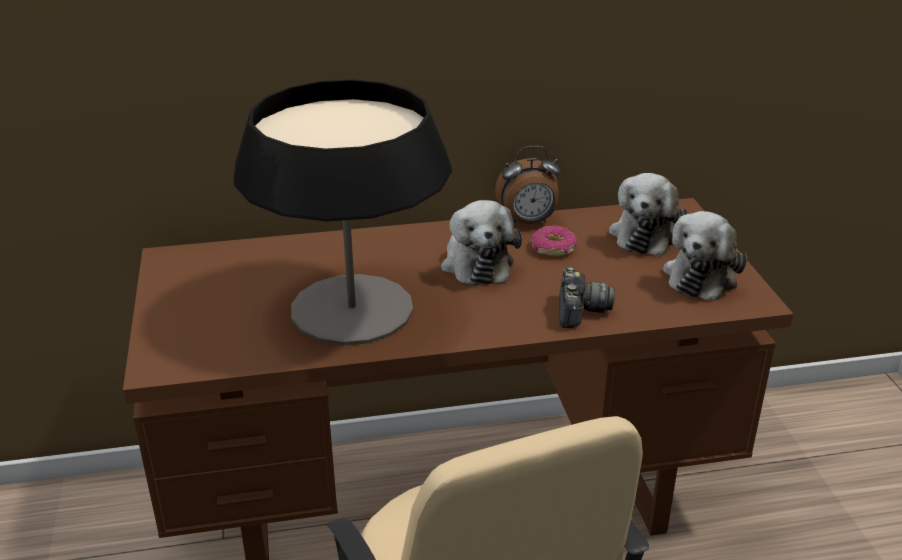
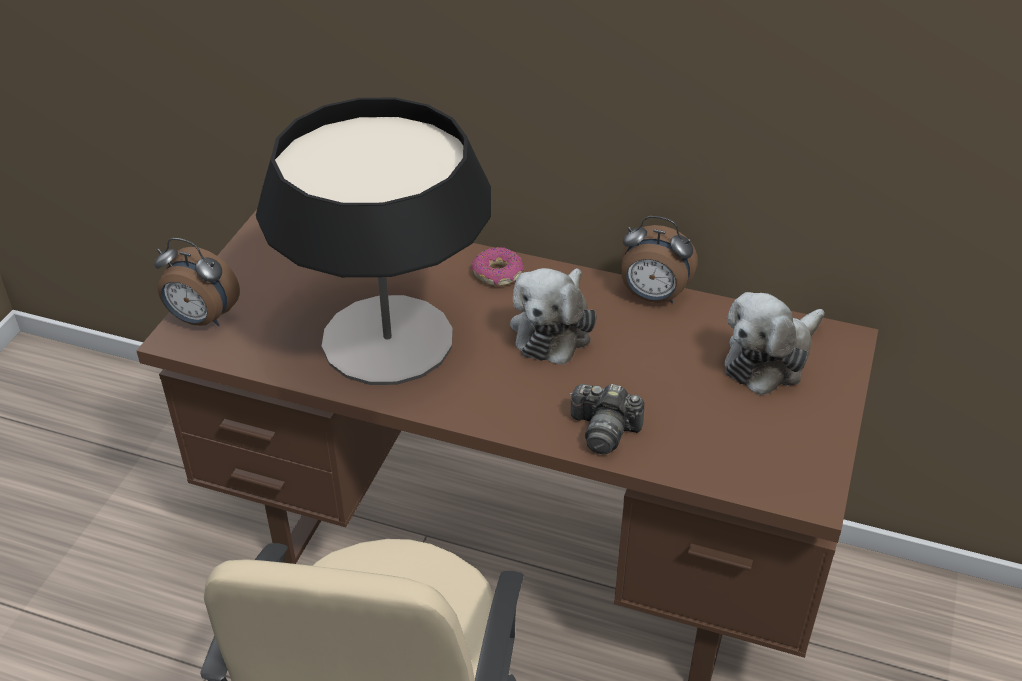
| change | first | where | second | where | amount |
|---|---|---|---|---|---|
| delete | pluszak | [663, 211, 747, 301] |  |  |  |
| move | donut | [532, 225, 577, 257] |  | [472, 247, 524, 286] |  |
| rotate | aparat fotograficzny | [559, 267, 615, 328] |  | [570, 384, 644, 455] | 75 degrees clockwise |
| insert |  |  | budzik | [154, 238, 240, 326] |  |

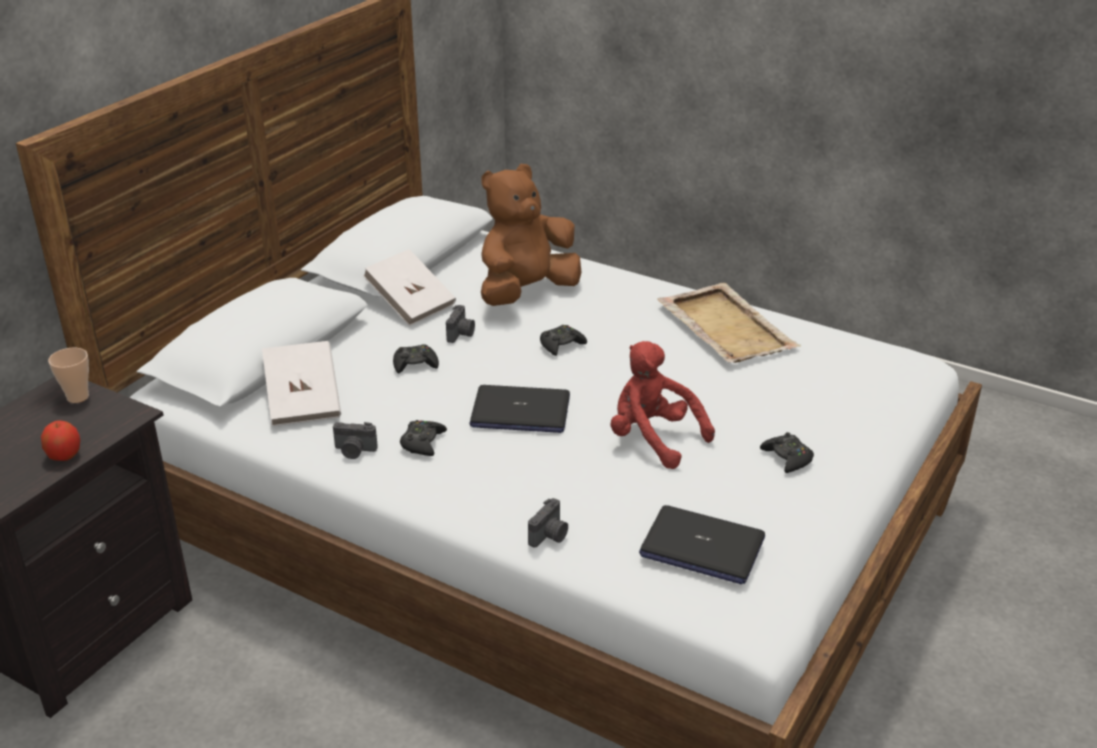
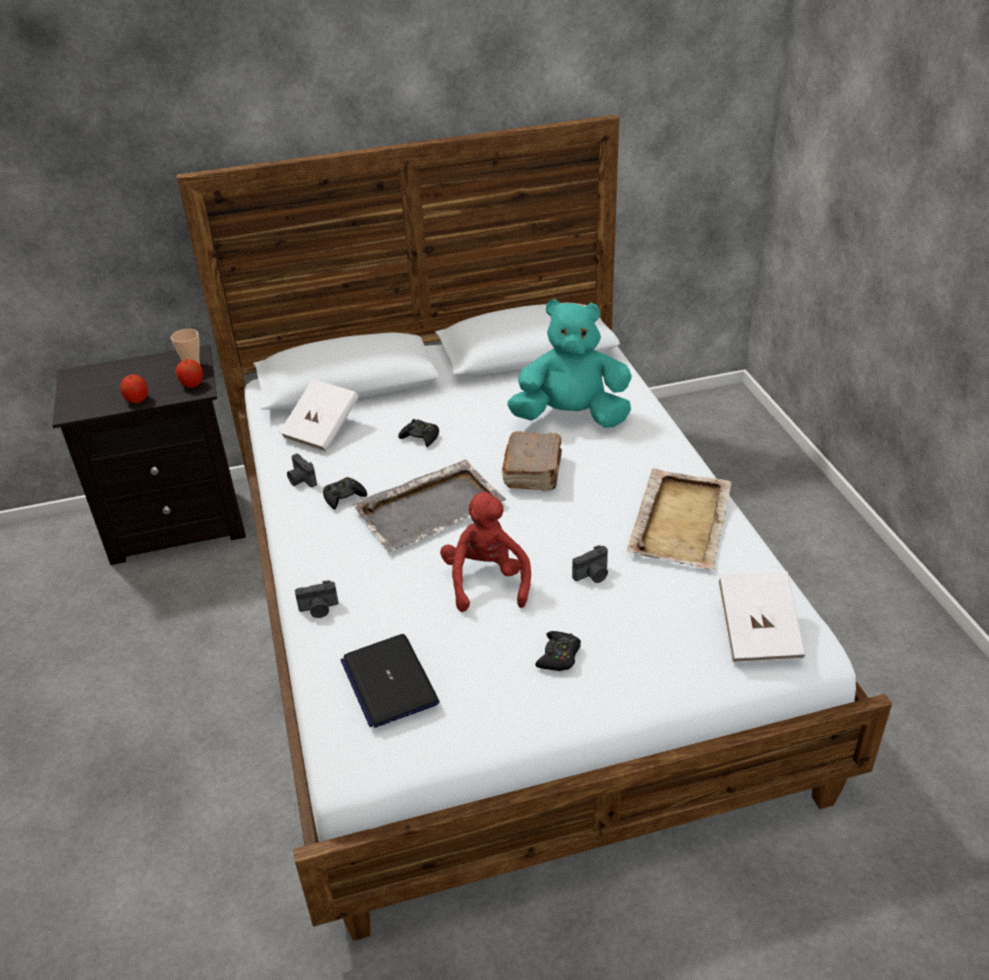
| change | first | where | second | where | amount |
|---|---|---|---|---|---|
| recolor | pluszak/brązowy | [481, 164, 582, 306] | pluszak/turkusowy | [507, 299, 631, 428] |  |
| move | książka/biały | [363, 249, 456, 326] |  | [717, 571, 805, 663] |  |
| move | aparat fotograficzny | [446, 305, 475, 343] |  | [572, 545, 608, 583] |  |
| replace | pad do gier/czarny | [540, 325, 587, 356] | książka/brązowy | [502, 431, 562, 491] |  |
| replace | laptop | [470, 385, 570, 433] | taca/szary | [352, 460, 506, 552] |  |
| insert |  |  | jabłko | [176, 359, 203, 388] |  |

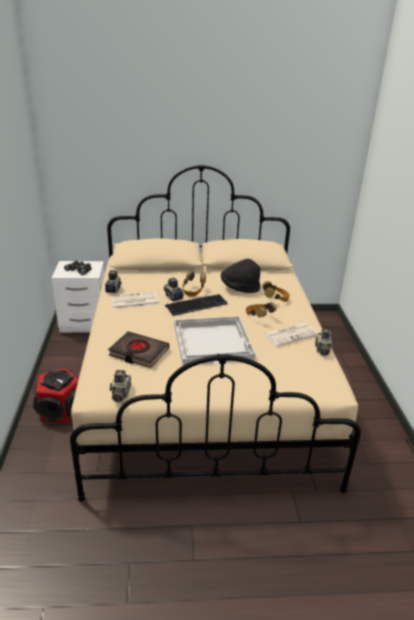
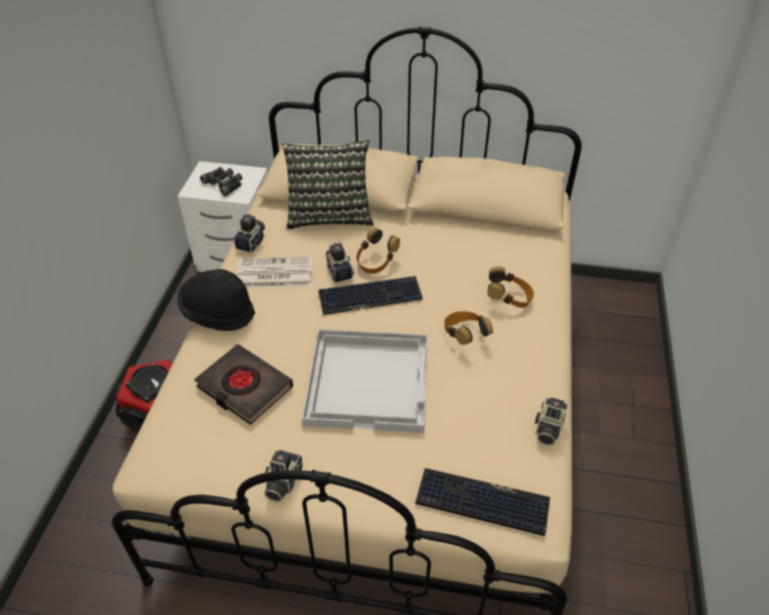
| change | first | where | second | where | amount |
|---|---|---|---|---|---|
| move | kapelusz/czarny | [221, 259, 261, 293] |  | [178, 269, 255, 331] |  |
| delete | gazeta | [264, 323, 318, 346] |  |  |  |
| move | aparat fotograficzny | [110, 370, 131, 403] |  | [264, 450, 303, 502] |  |
| insert |  |  | poduszka | [282, 140, 374, 229] |  |
| insert |  |  | klawiatura | [415, 468, 550, 536] |  |

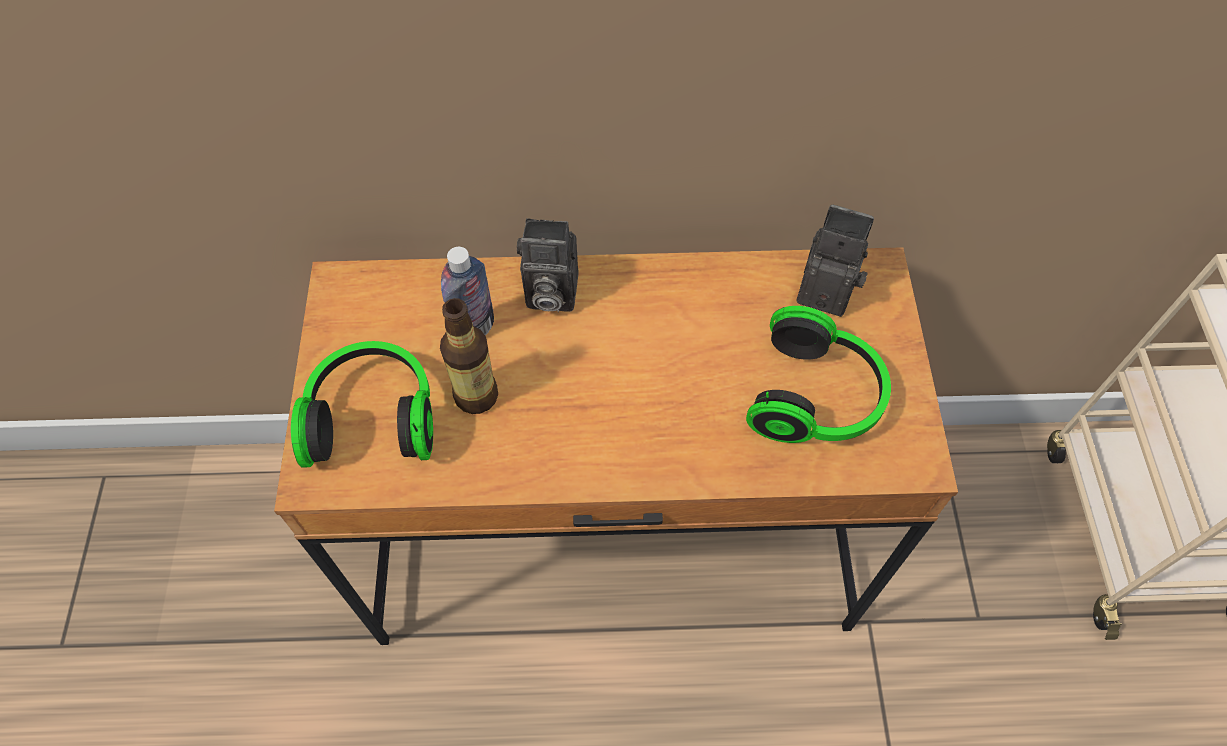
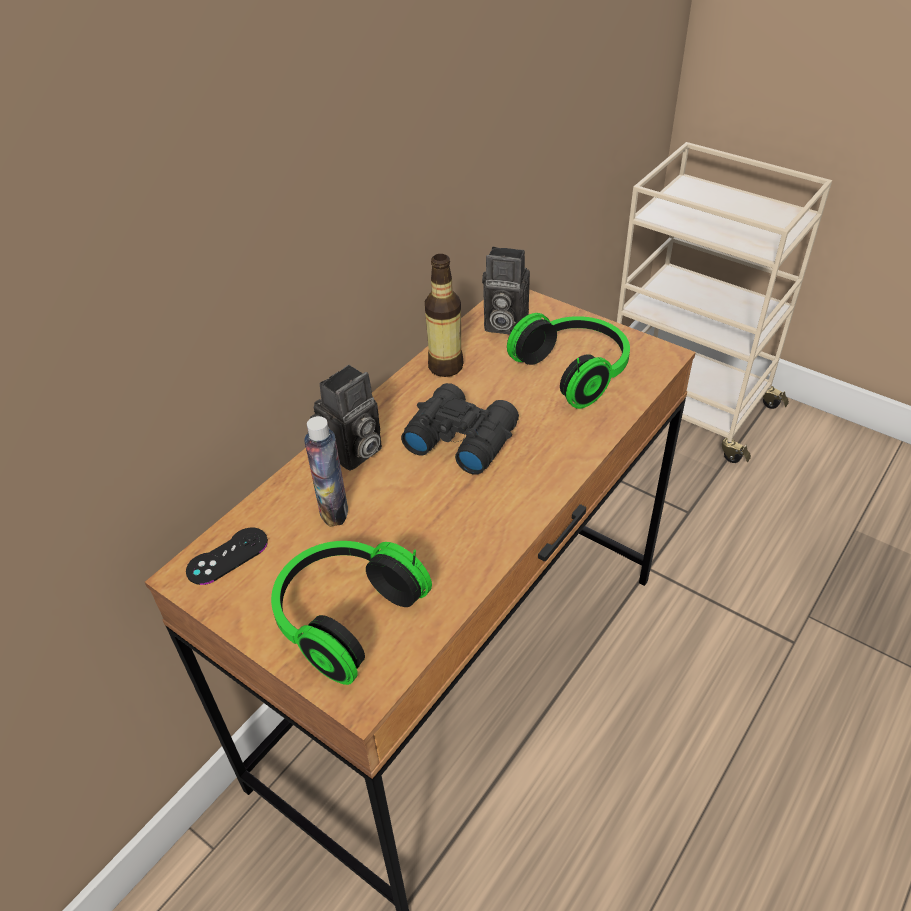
| change | first | where | second | where | amount |
|---|---|---|---|---|---|
| rotate | aparat fotograficzny | [796, 205, 874, 317] |  | [482, 247, 530, 334] | 135 degrees counterclockwise |
| move | butelka | [440, 298, 498, 414] |  | [425, 254, 463, 377] |  |
| insert |  |  | lornetka/czarny | [401, 383, 519, 475] |  |
| insert |  |  | pad do gier/czarny | [186, 527, 268, 585] |  |

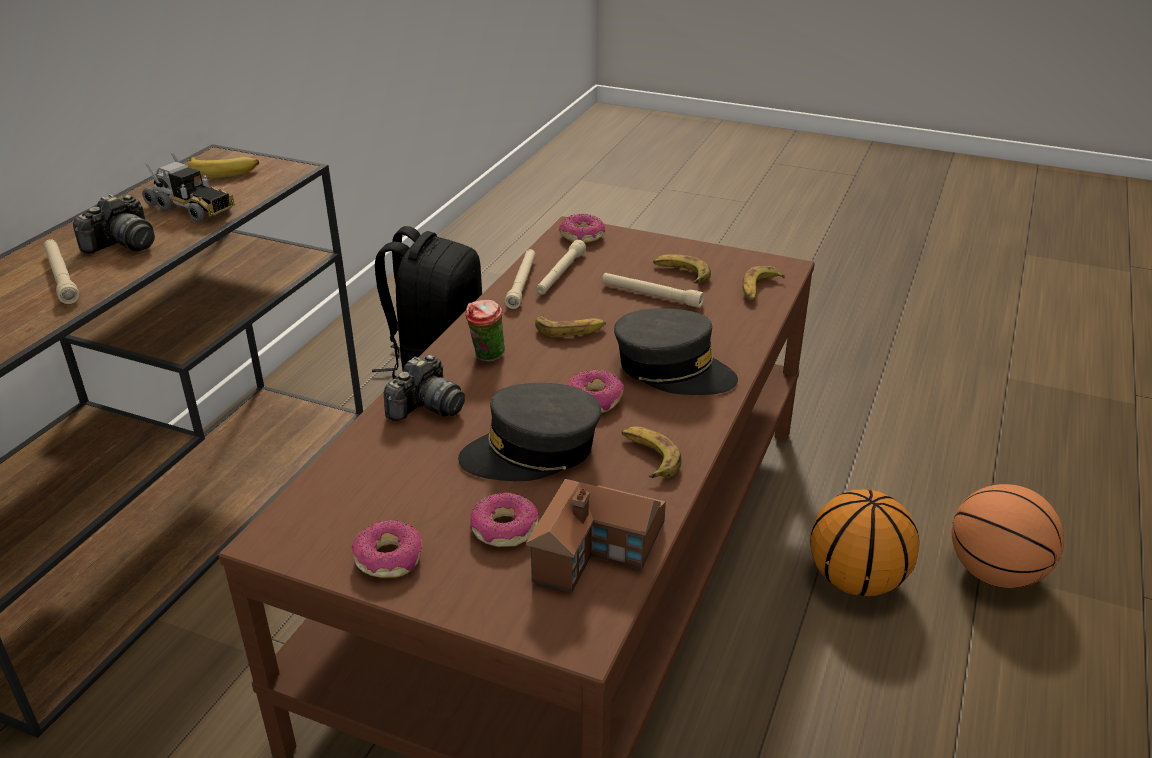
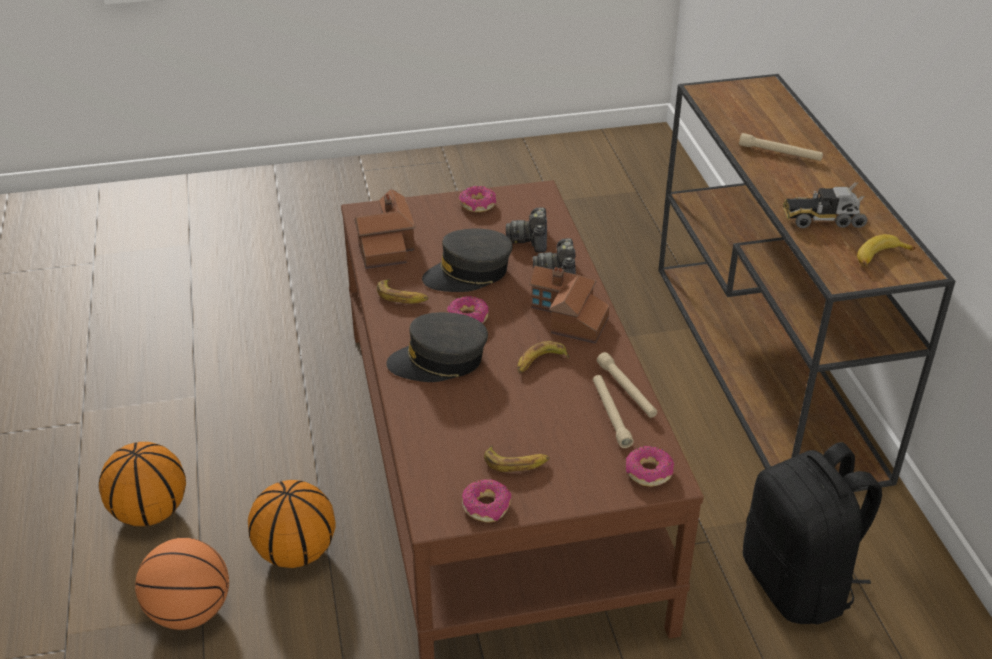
| change | first | where | second | where | amount |
|---|---|---|---|---|---|
| move | aparat fotograficzny | [73, 194, 155, 254] |  | [506, 207, 547, 253] |  |
| delete | banan | [742, 266, 785, 302] |  |  |  |
| delete | latarka/beżowy | [602, 273, 704, 308] |  |  |  |
| replace | filiżanka | [465, 300, 505, 362] | domek | [529, 265, 610, 344] |  |
| rotate | czapka z daszkiem/szary | [458, 383, 601, 481] |  | [422, 229, 513, 292] | 150 degrees counterclockwise |
| move | donut | [470, 492, 538, 547] |  | [462, 479, 512, 522] |  |
| insert |  |  | piłka do koszykówki | [99, 442, 186, 526] |  |

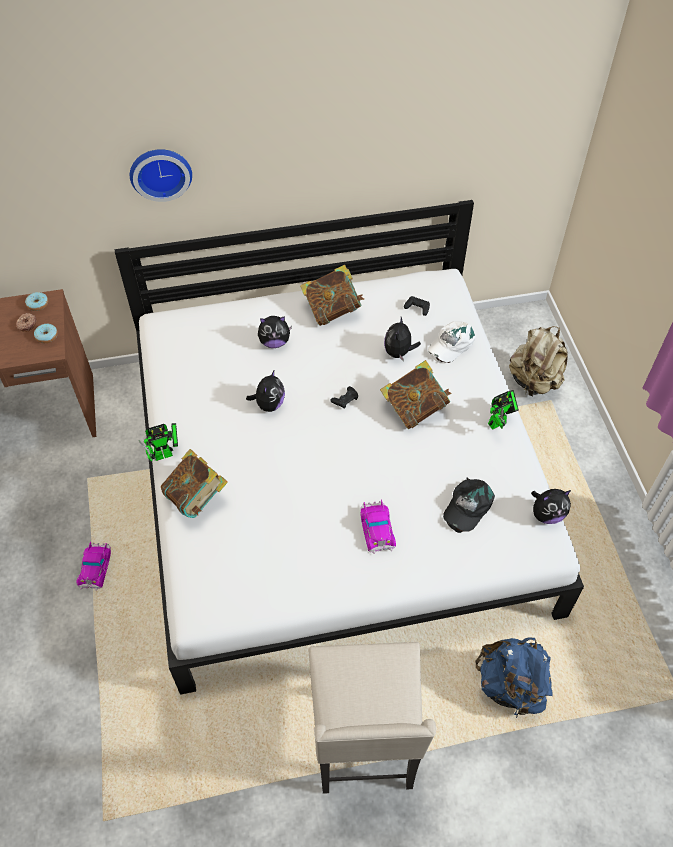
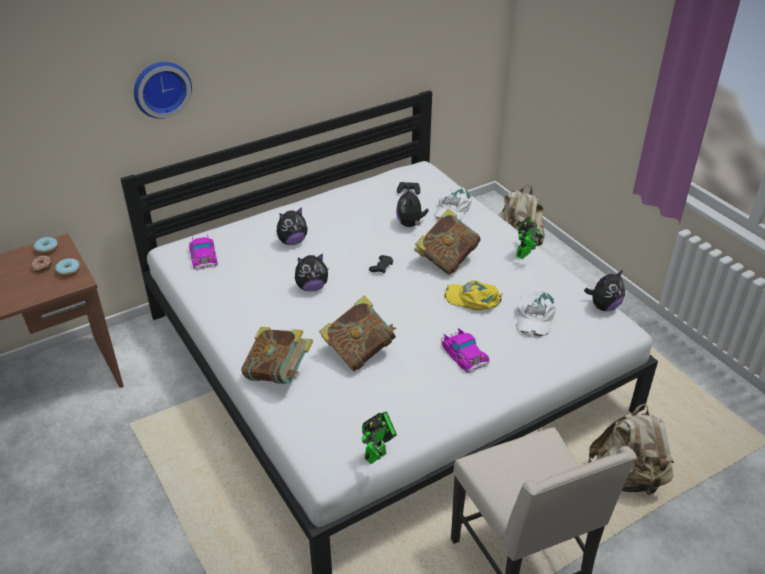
| change | first | where | second | where | amount |
|---|---|---|---|---|---|
| move | książka | [300, 265, 364, 326] |  | [319, 295, 397, 371] |  |
| rotate | pluszak | [246, 369, 285, 412] |  | [295, 253, 329, 292] | 75 degrees clockwise |
| move | robot zabawkowy | [139, 423, 178, 462] |  | [362, 411, 397, 464] |  |
| recolor | czapka z daszkiem/czarny | [443, 478, 495, 533] | czapka z daszkiem/biały | [516, 290, 556, 338] |  |
| move | samochodzik | [77, 542, 111, 591] |  | [189, 234, 218, 270] |  |
| recolor | plecak/niebieski | [475, 638, 553, 718] | plecak/beżowy | [588, 404, 674, 497] |  |
| insert |  |  | czapka z daszkiem/żółty | [444, 280, 503, 310] |  |

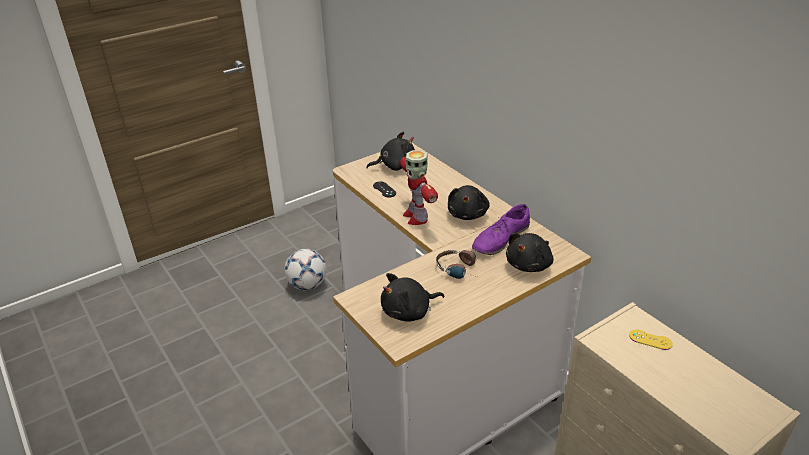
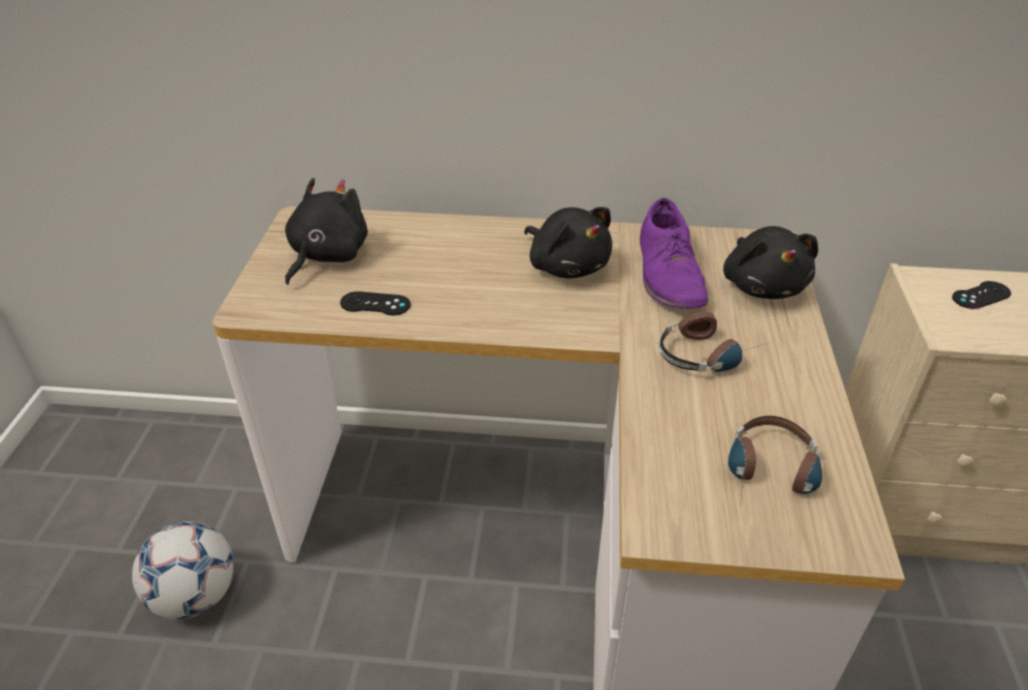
| change | first | where | second | where | amount |
|---|---|---|---|---|---|
| delete | robot zabawkowy | [400, 150, 438, 225] |  |  |  |
| replace | pluszak/czarny | [381, 273, 445, 322] | słuchawki | [728, 416, 822, 507] |  |
| recolor | pad do gier/żółty | [629, 329, 673, 350] | pad do gier/czarny | [952, 281, 1011, 309] |  |

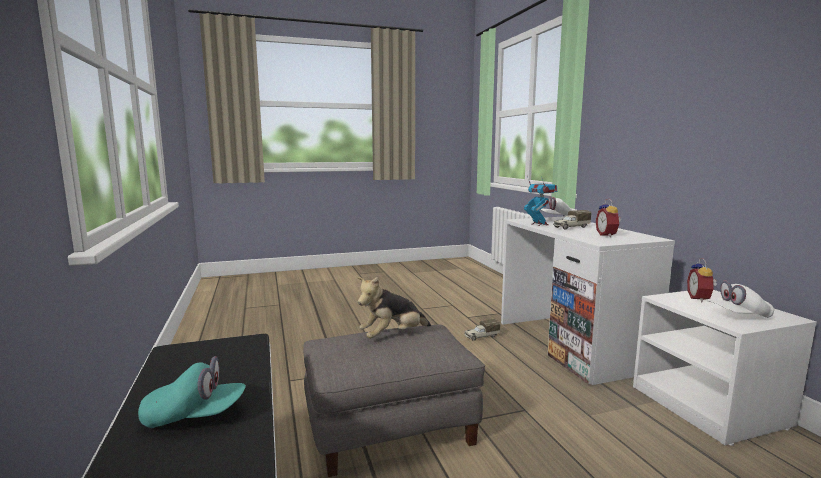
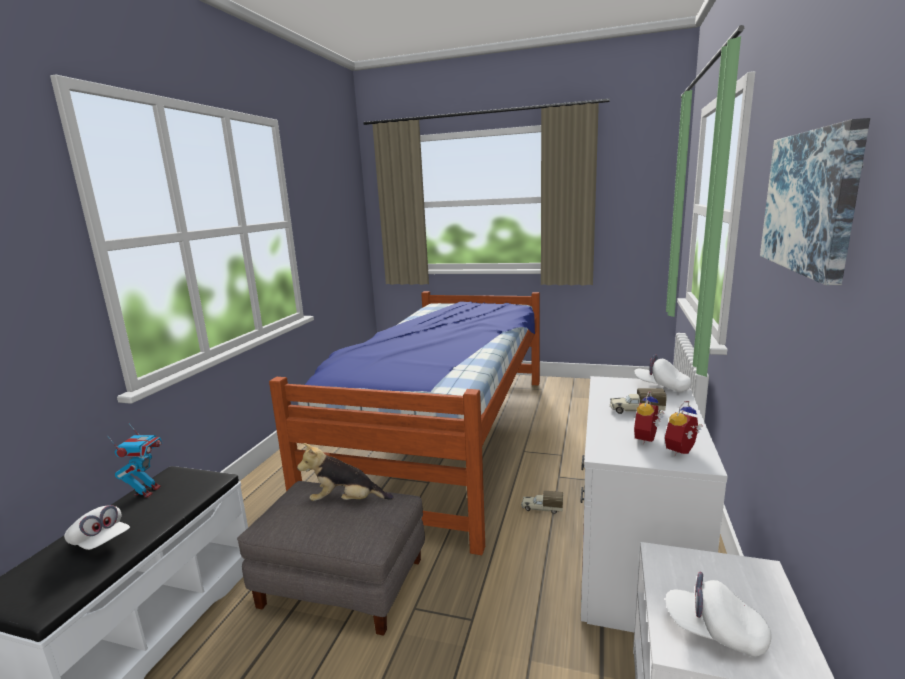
| change | first | where | second | where | amount |
|---|---|---|---|---|---|
| move | robot zabawkowy | [524, 176, 557, 226] |  | [108, 423, 162, 497] |  |
| move | budzik | [687, 258, 717, 303] |  | [665, 401, 703, 456] |  |
| recolor | czapka z daszkiem/turkusowy | [138, 356, 246, 428] | czapka z daszkiem/biały | [64, 505, 130, 550] |  |
| insert |  |  | obraz | [760, 118, 870, 285] |  |
| insert |  |  | łóżko | [269, 291, 540, 555] |  |

